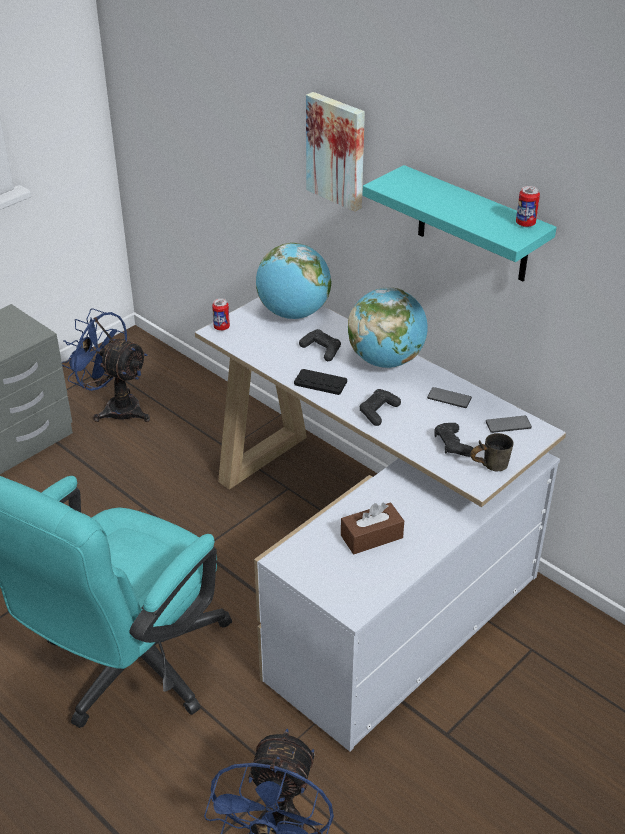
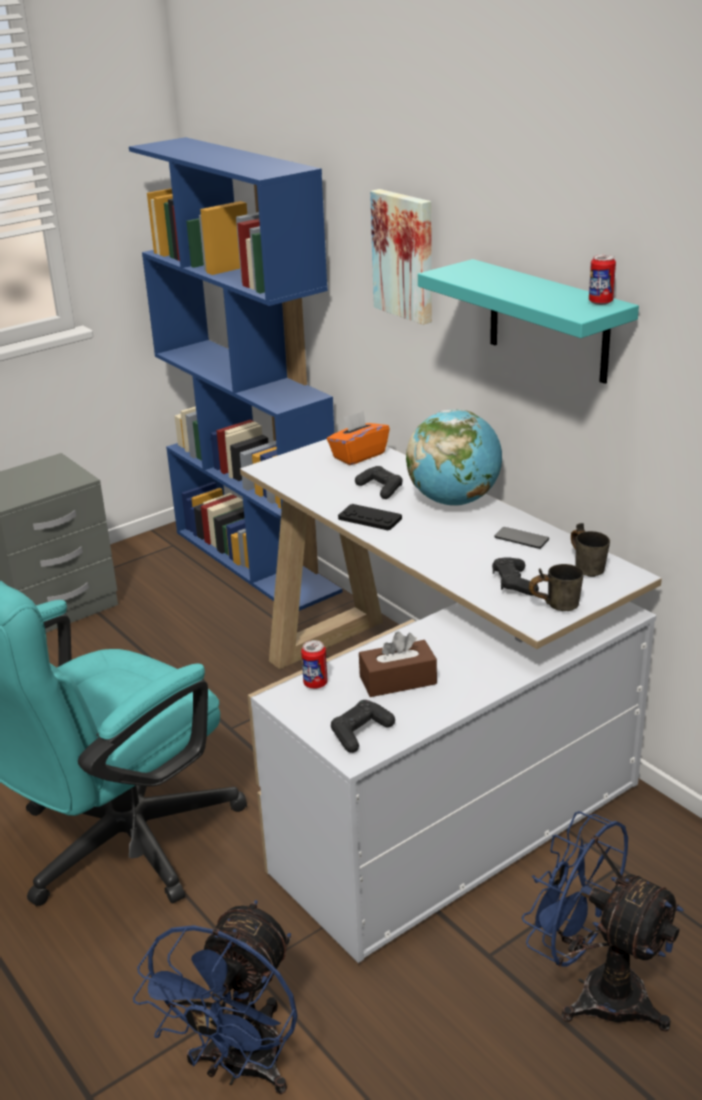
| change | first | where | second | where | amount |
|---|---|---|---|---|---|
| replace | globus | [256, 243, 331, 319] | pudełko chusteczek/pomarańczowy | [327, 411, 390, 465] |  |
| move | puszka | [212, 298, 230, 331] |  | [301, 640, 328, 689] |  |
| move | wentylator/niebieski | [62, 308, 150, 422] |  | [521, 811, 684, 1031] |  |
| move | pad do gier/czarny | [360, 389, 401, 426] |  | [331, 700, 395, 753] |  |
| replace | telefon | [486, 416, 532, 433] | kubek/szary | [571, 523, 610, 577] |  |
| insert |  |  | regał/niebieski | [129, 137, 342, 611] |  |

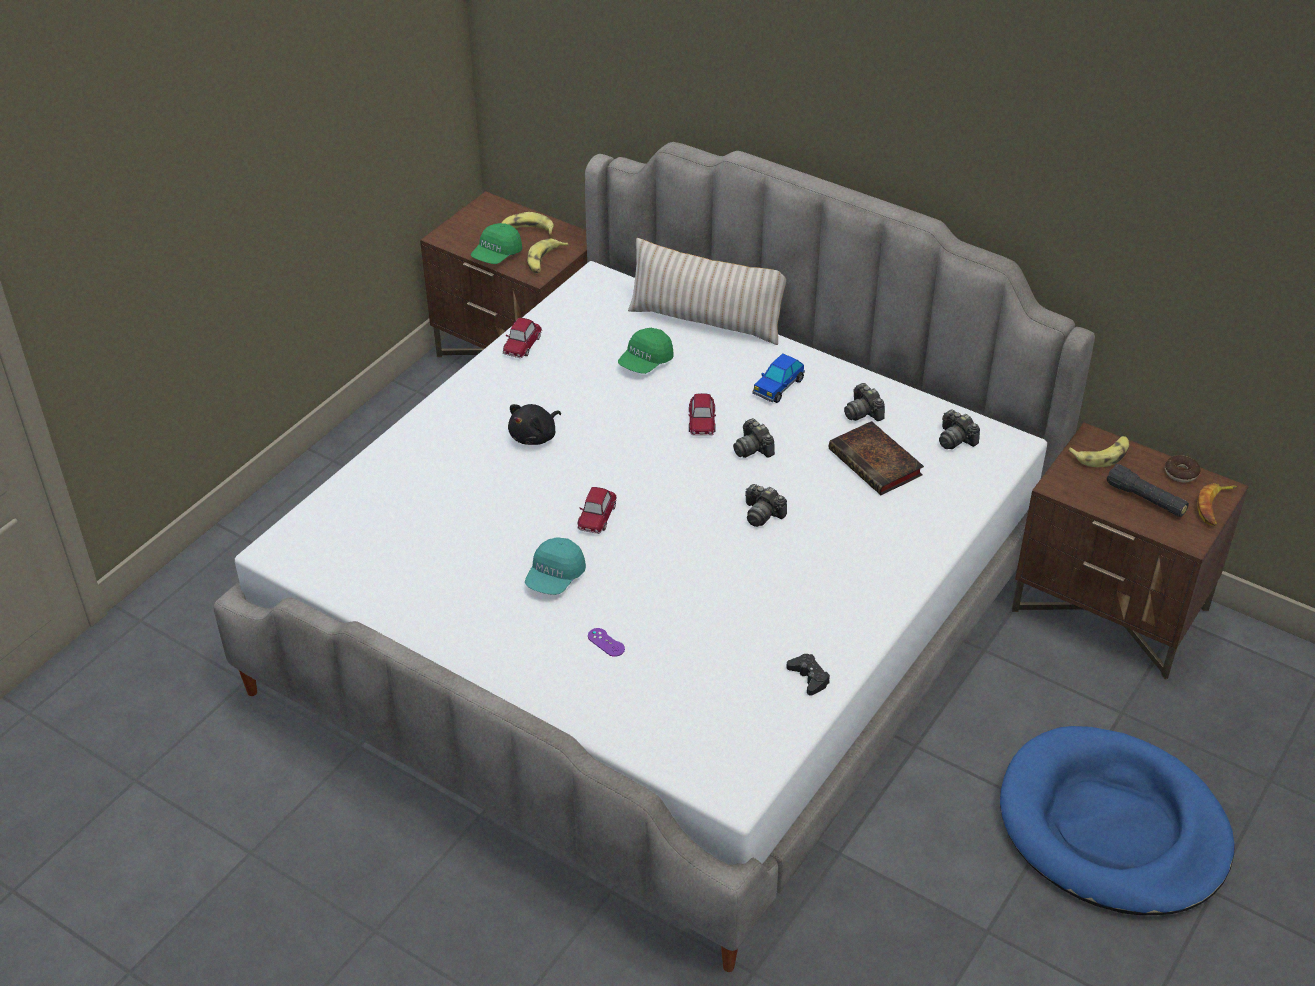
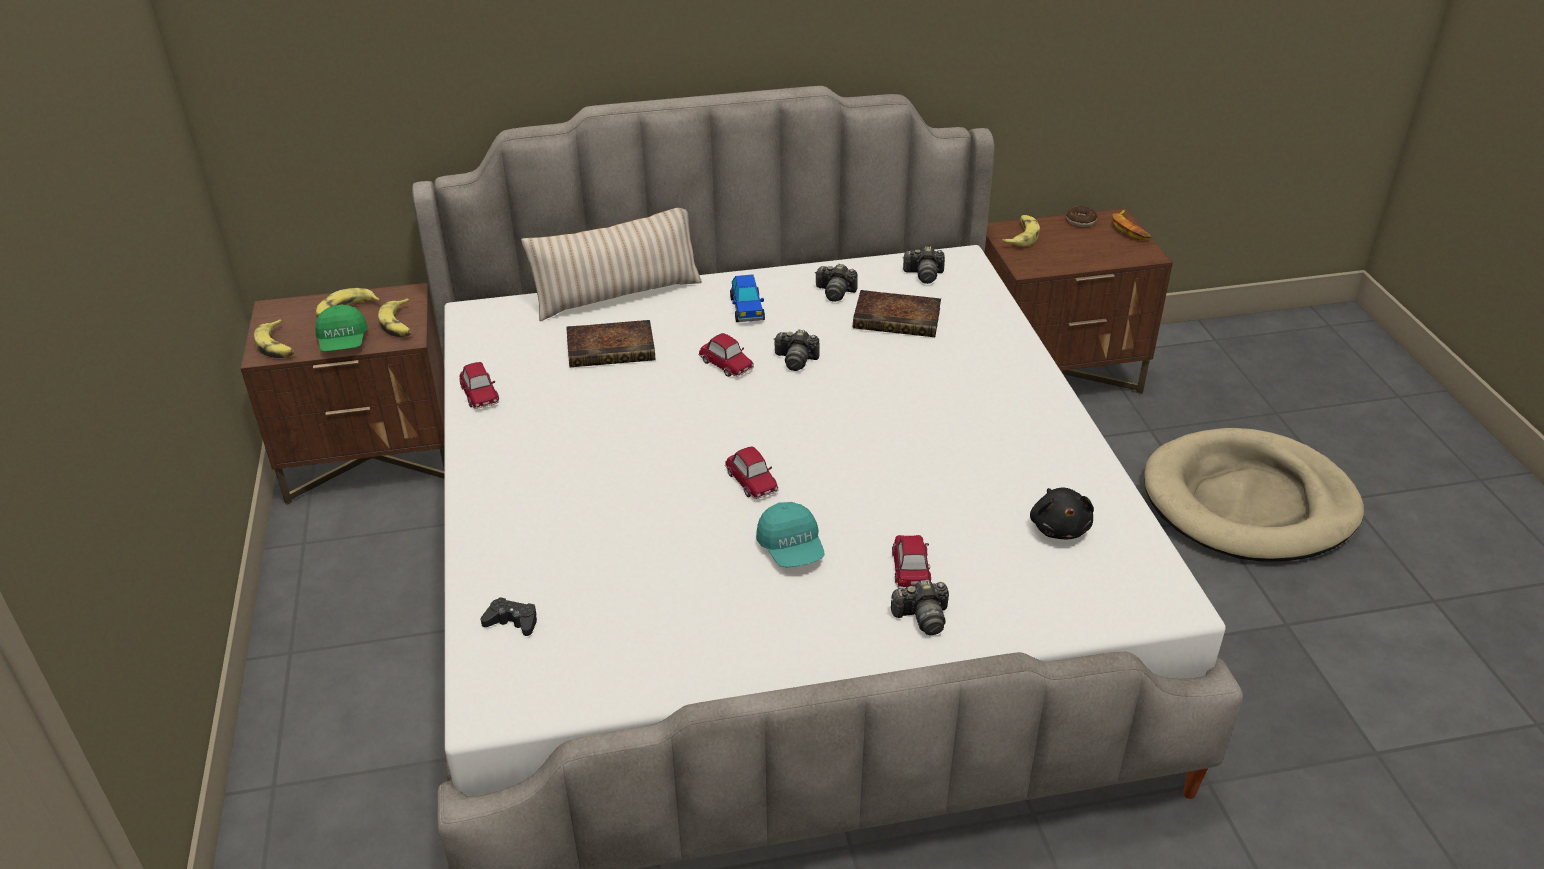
| change | first | where | second | where | amount |
|---|---|---|---|---|---|
| replace | czapka z daszkiem/zielony | [618, 328, 674, 374] | książka | [566, 320, 655, 367] |  |
| move | pluszak/czarny | [508, 404, 561, 445] |  | [1030, 488, 1094, 539] |  |
| delete | latarka/czarny | [1107, 464, 1189, 517] |  |  |  |
| move | aparat fotograficzny | [745, 484, 787, 527] |  | [891, 580, 949, 635] |  |
| replace | pad do gier/fioletowy | [588, 628, 625, 657] | samochodzik | [892, 535, 931, 588] |  |
| move | pad do gier/czarny | [786, 654, 830, 696] |  | [480, 597, 537, 636] |  |
| recolor | legowisko/niebieski | [1000, 726, 1235, 915] | legowisko/beżowy | [1144, 428, 1364, 562] |  |
| insert |  |  | banan | [254, 319, 294, 358] |  |

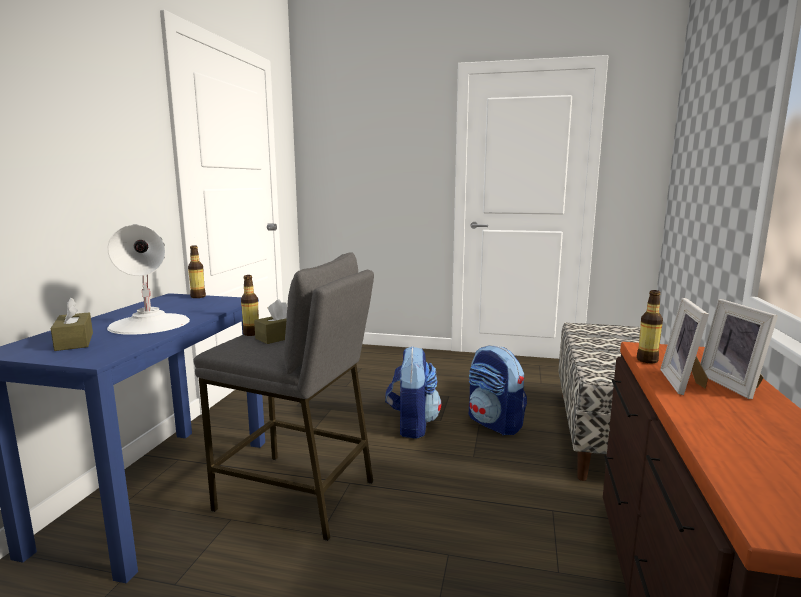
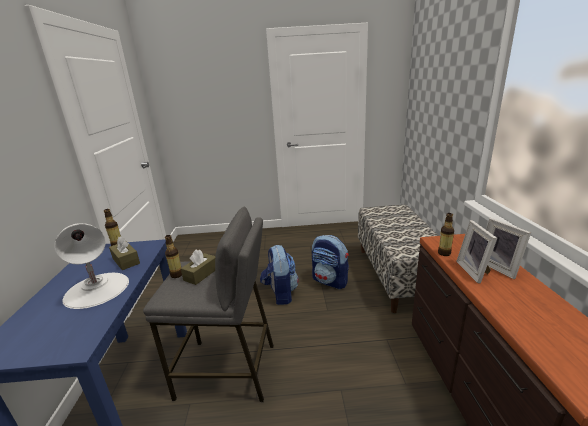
| change | first | where | second | where | amount |
|---|---|---|---|---|---|
| move | pudełko chusteczek/brązowy | [51, 298, 93, 351] |  | [109, 236, 140, 270] |  |

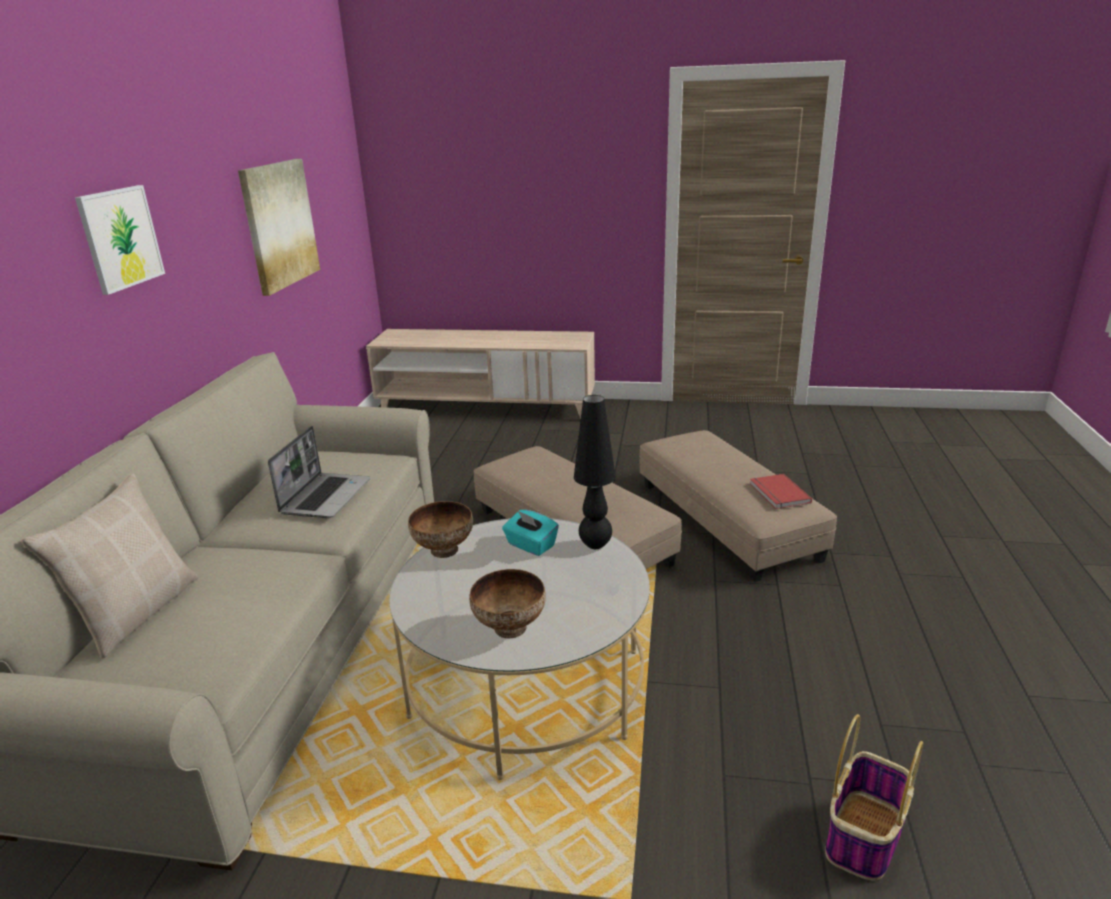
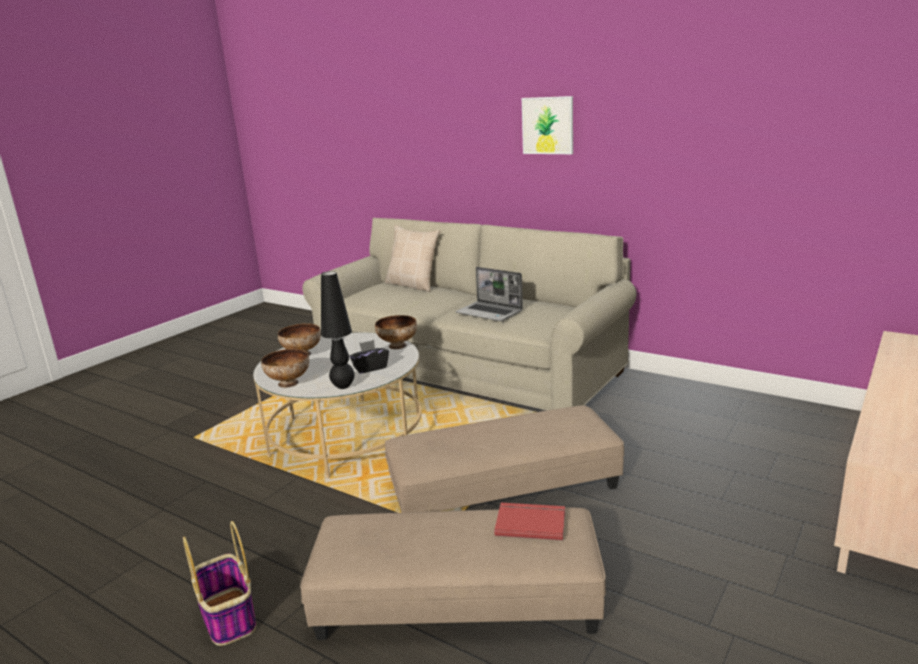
| change | first | where | second | where | amount |
|---|---|---|---|---|---|
| delete | obraz | [238, 159, 320, 296] |  |  |  |
| move | książka/czerwony | [750, 474, 812, 509] |  | [494, 503, 565, 540] |  |
| recolor | pudełko chusteczek/turkusowy | [502, 510, 559, 556] | pudełko chusteczek/czarny | [349, 340, 389, 374] |  |
| move | koszyk | [825, 714, 923, 881] |  | [183, 521, 256, 646] |  |
| insert |  |  | miska | [261, 349, 309, 388] |  |

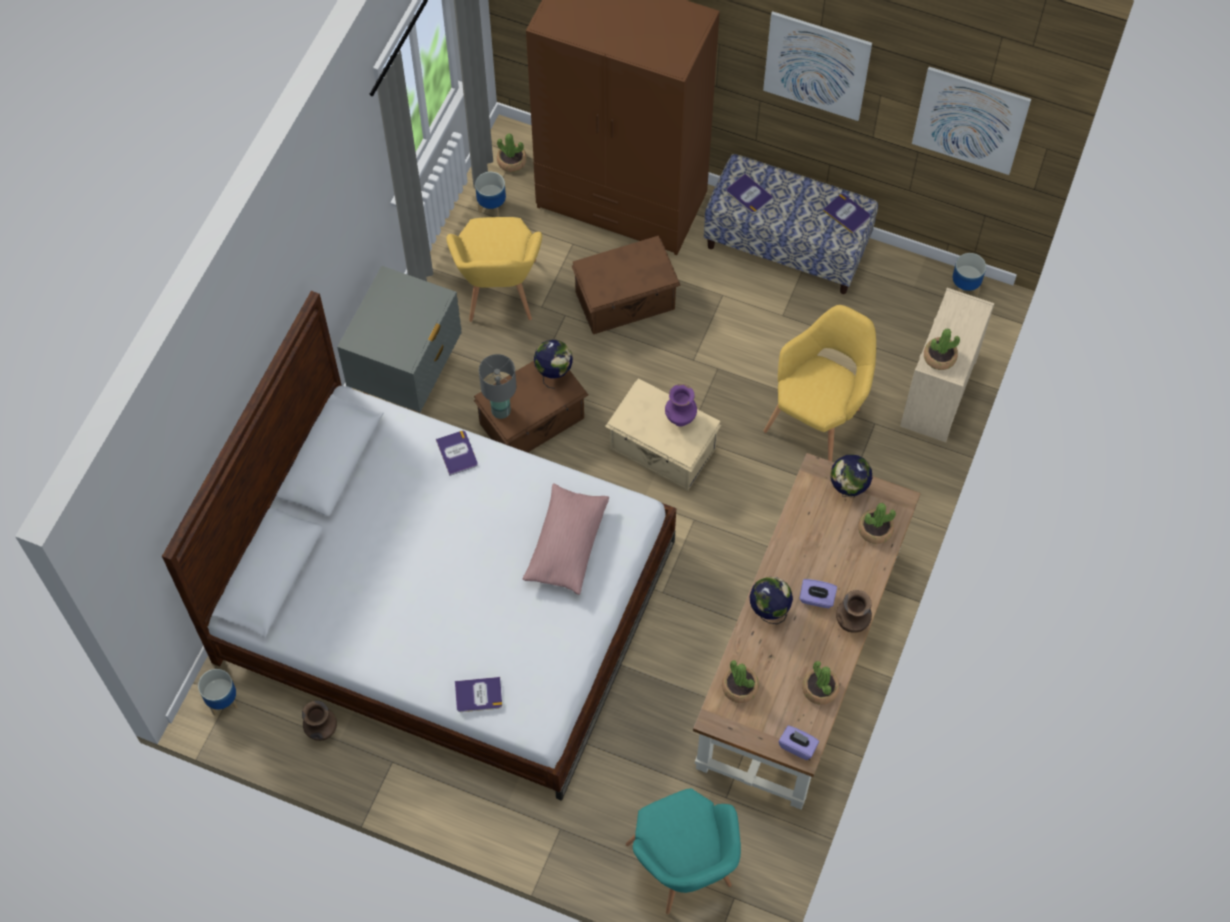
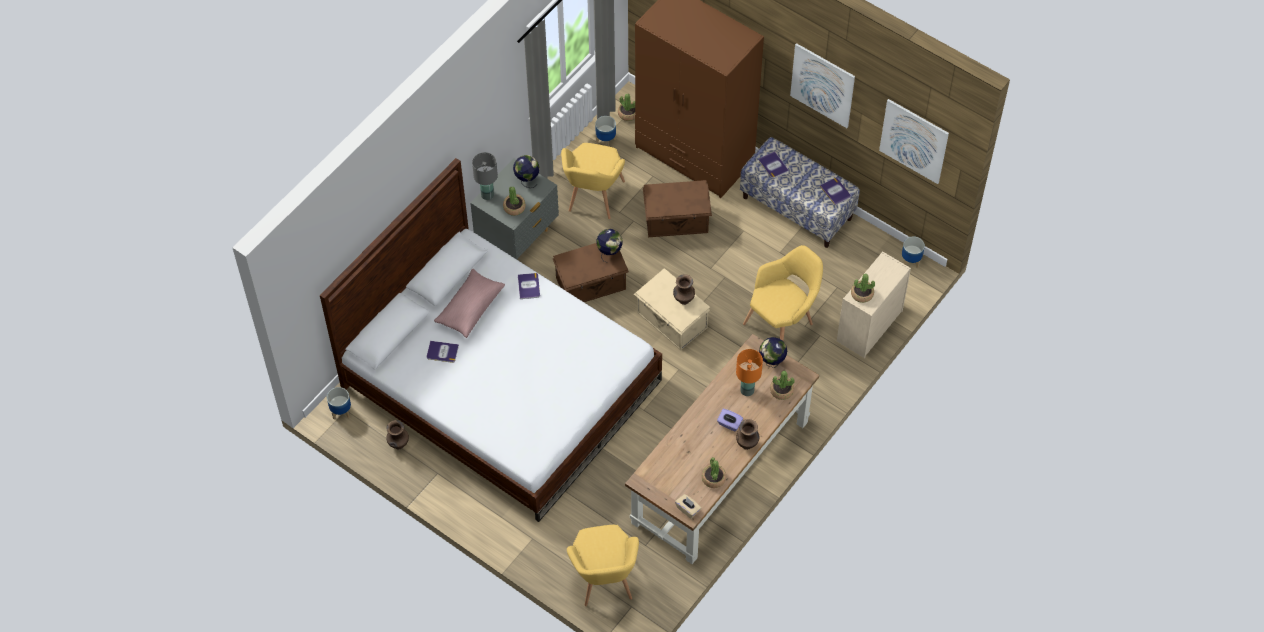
| change | first | where | second | where | amount |
|---|---|---|---|---|---|
| move | lampa stołowa/szary | [479, 354, 517, 419] |  | [472, 152, 498, 200] |  |
| recolor | wazon/fioletowy | [665, 384, 697, 426] | wazon/brązowy | [673, 274, 695, 305] |  |
| move | poduszka/różowy | [523, 484, 609, 595] |  | [434, 269, 505, 338] |  |
| move | globus | [749, 577, 793, 624] |  | [513, 155, 540, 188] |  |
| move | roślina doniczkowa | [722, 660, 759, 703] |  | [503, 187, 526, 216] |  |
| move | książka | [455, 677, 502, 712] |  | [426, 341, 459, 363] |  |
| recolor | pudełko chusteczek/fioletowy | [779, 725, 819, 760] | pudełko chusteczek/beżowy | [675, 494, 701, 519] |  |
| recolor | fotel/turkusowy | [626, 788, 741, 914] | fotel/żółty | [567, 525, 639, 606] |  |
| insert |  |  | lampa stołowa/pomarańczowy | [736, 349, 763, 396] |  |

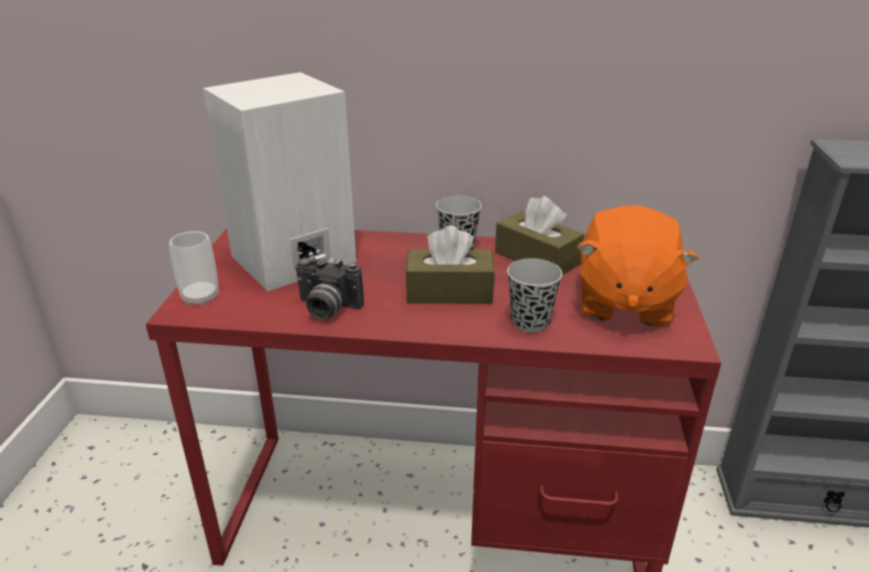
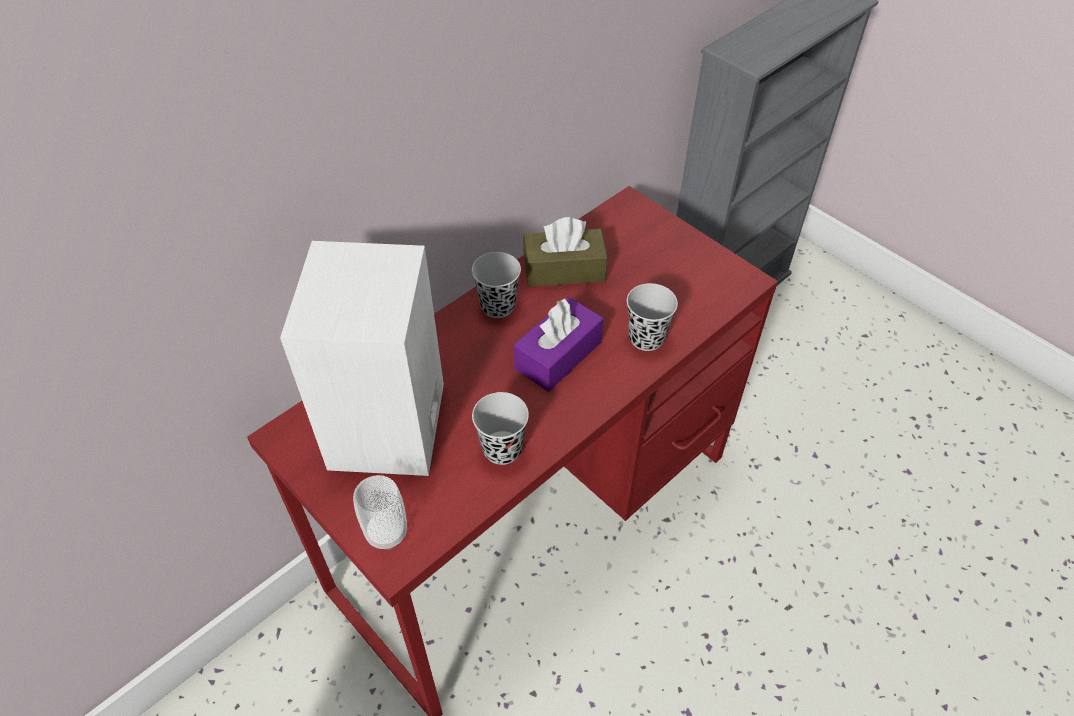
| change | first | where | second | where | amount |
|---|---|---|---|---|---|
| delete | pluszak/pomarańczowy | [577, 205, 699, 328] |  |  |  |
| recolor | pudełko chusteczek/brązowy | [405, 225, 495, 304] | pudełko chusteczek/fioletowy | [514, 297, 604, 392] |  |
| replace | aparat fotograficzny | [296, 256, 364, 320] | filiżanka/czarny | [472, 392, 529, 465] |  |

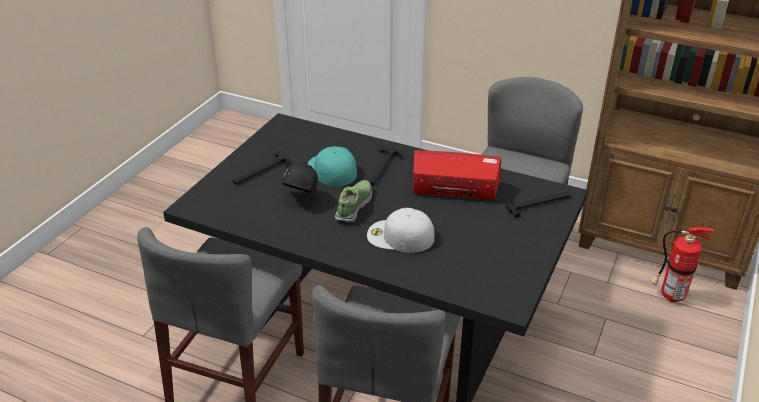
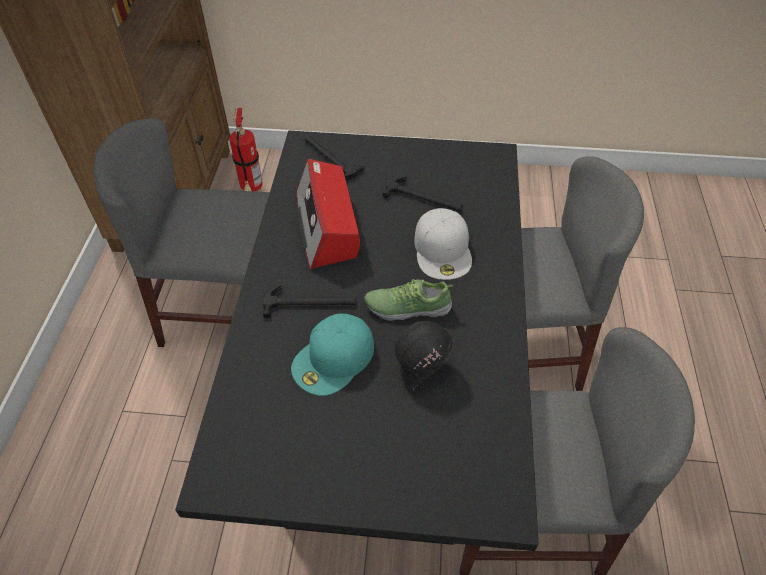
| change | first | where | second | where | amount |
|---|---|---|---|---|---|
| move | młotek | [233, 151, 289, 185] |  | [382, 177, 463, 212] |  |

